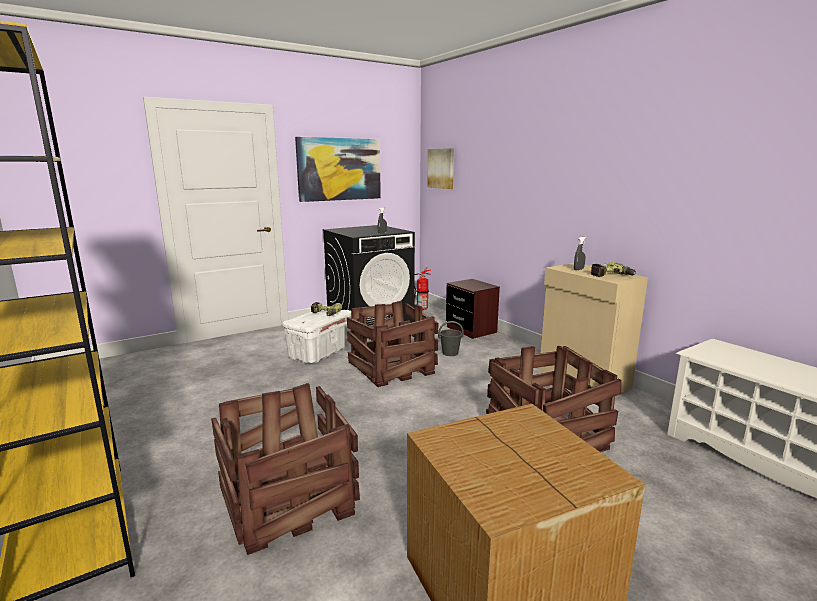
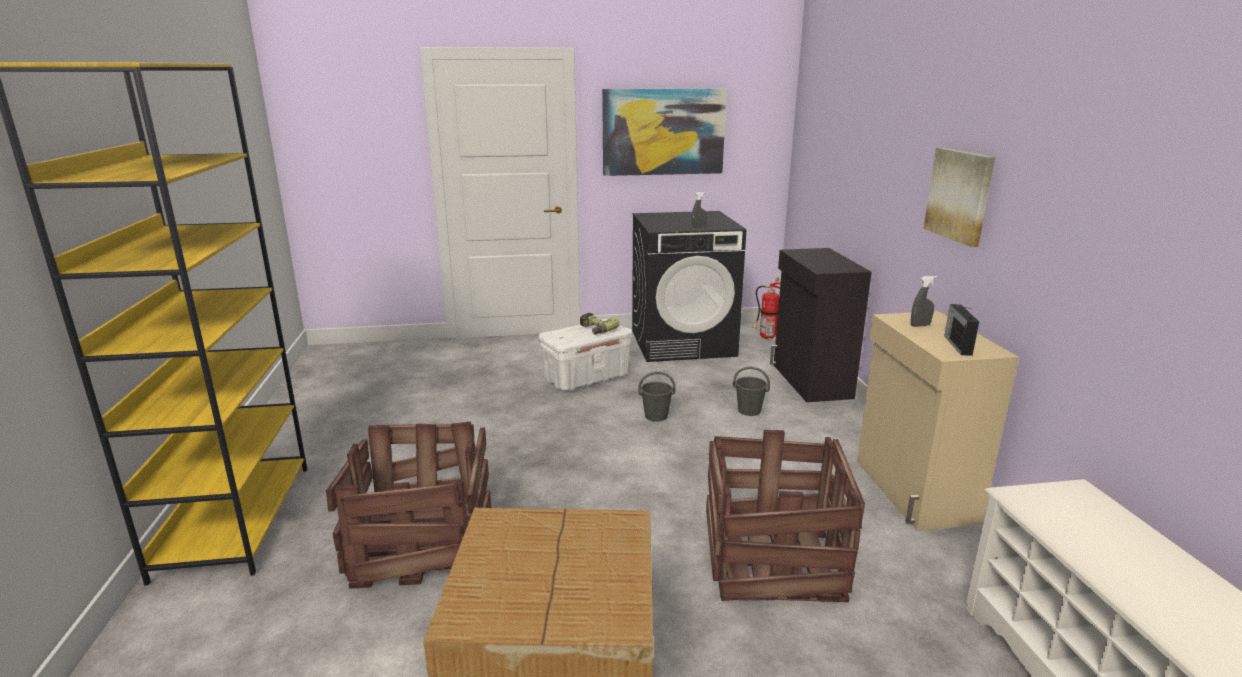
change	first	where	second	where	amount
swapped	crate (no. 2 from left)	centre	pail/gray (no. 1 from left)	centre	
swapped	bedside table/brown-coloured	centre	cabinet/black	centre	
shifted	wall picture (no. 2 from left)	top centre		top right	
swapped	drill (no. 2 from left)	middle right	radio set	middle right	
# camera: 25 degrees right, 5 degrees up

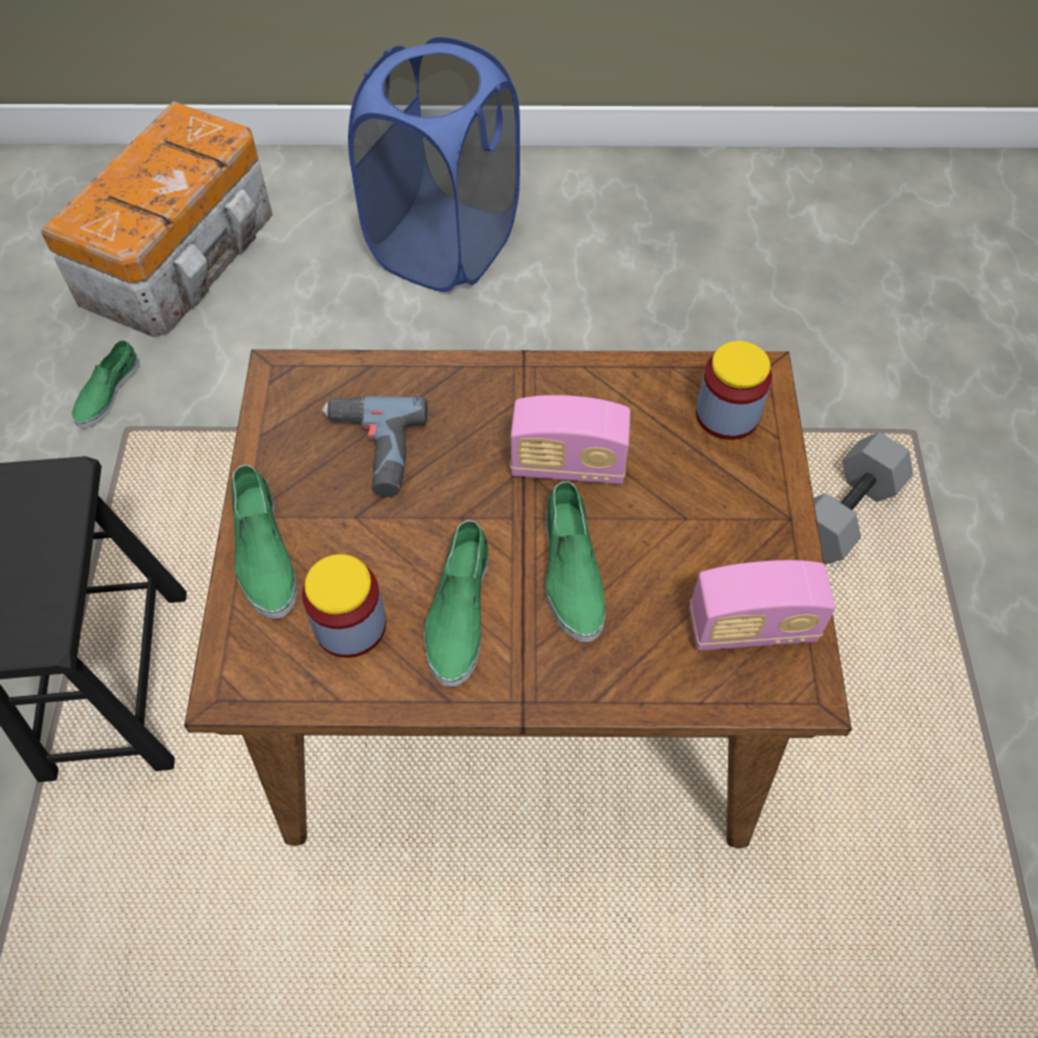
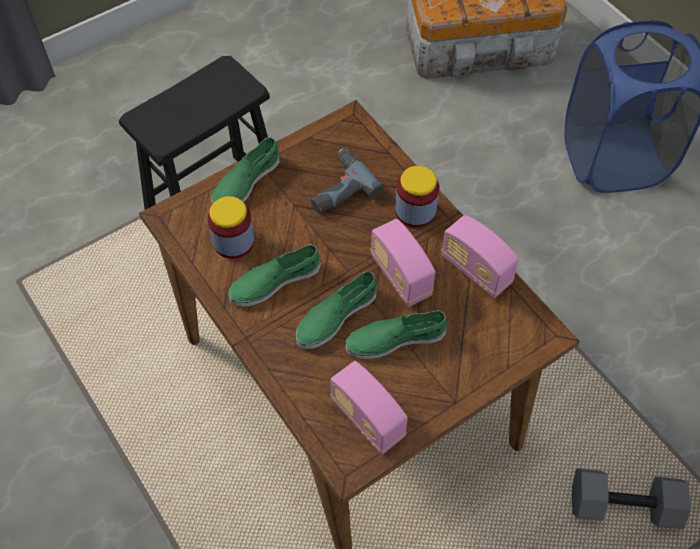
change	first	where	second	where	amount
shifted	low shoe/green-coloured (no. 1 from left in the first image)	middle left	low shoe/green-coloured (no. 4 from left)	centre	
shifted	storage jar (no. 2 from left)	middle right		centre	
new			radio set (no. 3 from left)	middle right	
# camera: 55 degrees right, 0 degrees up

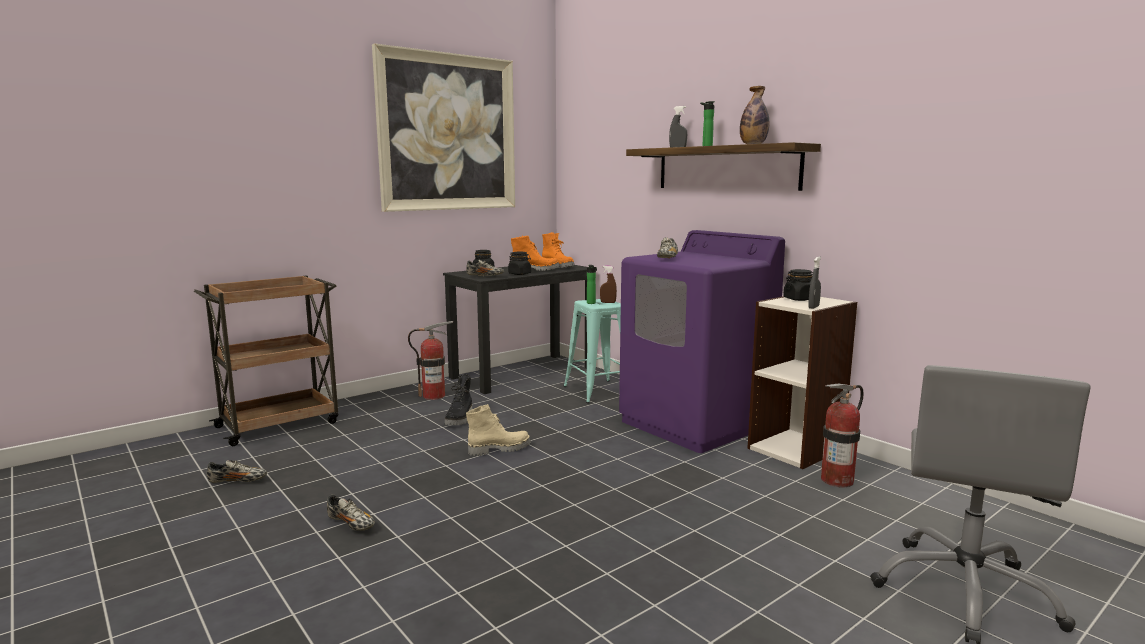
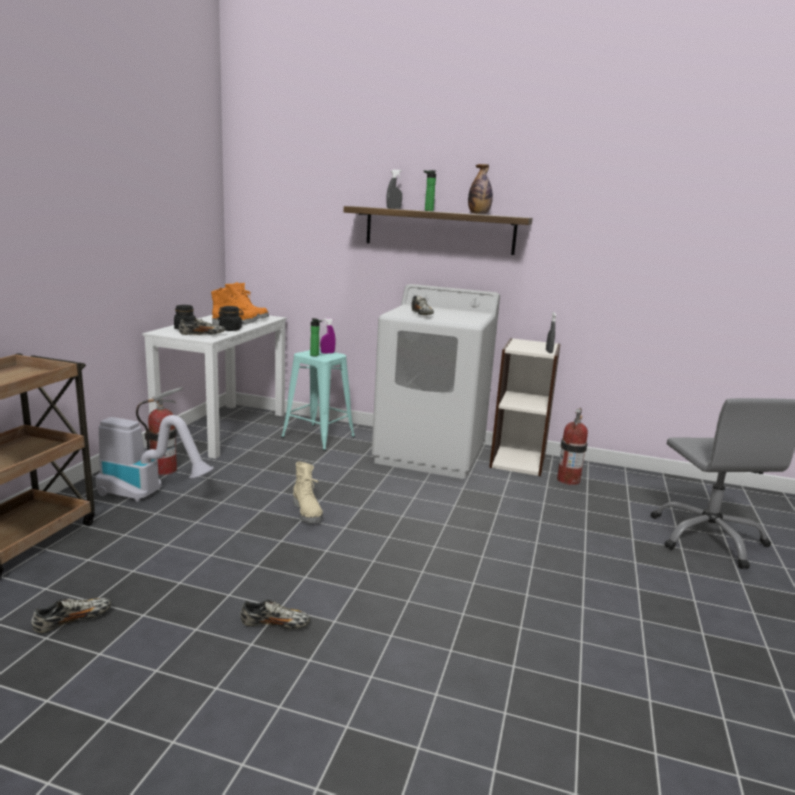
change	first	where	second	where	amount
new			hoover	middle left	
repainted	desk/black	centre	desk/white-coloured	middle left	
rotated	high-top boot/beige-coloured	bottom centre		centre	120 degrees clockwise
repainted	hand sprayer/brown-coloured	centre	hand sprayer/purplish	centre	
repainted	laundry machine/purplish	centre	laundry machine/white-coloured	centre	
gone	wall picture	top centre			
gone	high-top boot/black	centre			
gone	storage jar/black (no. 3 from left)	middle right			
# camera: 35 degrees left, 5 degrees up

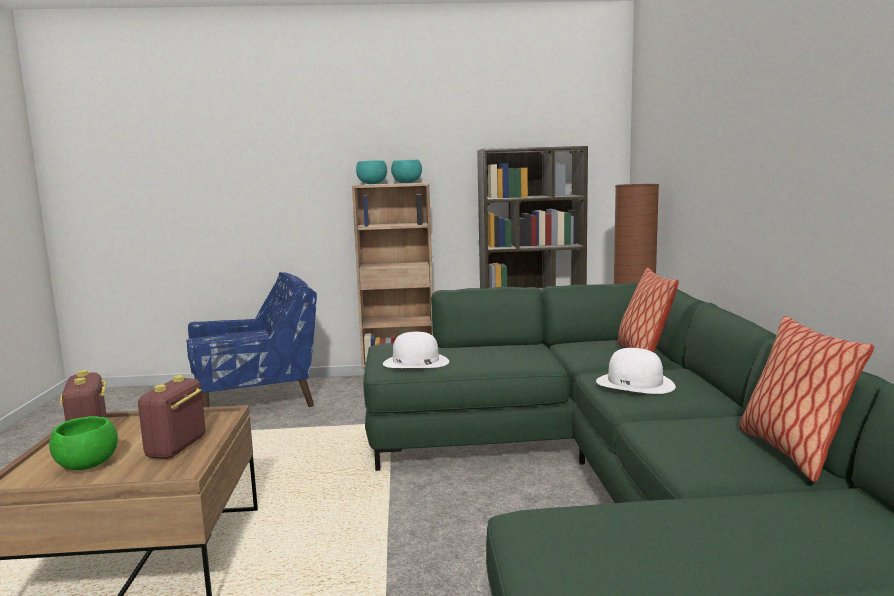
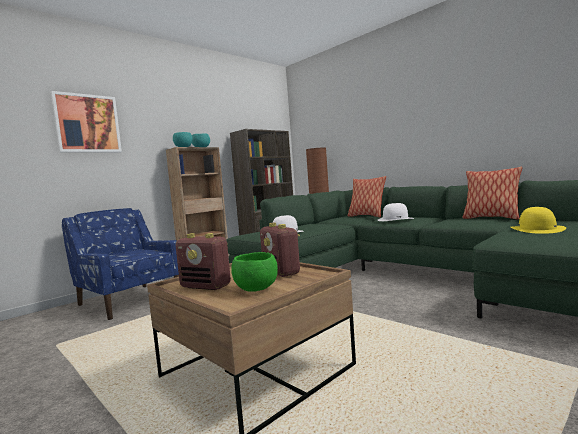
change	first	where	second	where	amount
new			wall picture	top left	
rotated	lounge chair/bluish	middle left		middle left	75 degrees counterclockwise
new			hat/yellow-coloured	middle right	
# camera: 40 degrees left, 5 degrees down

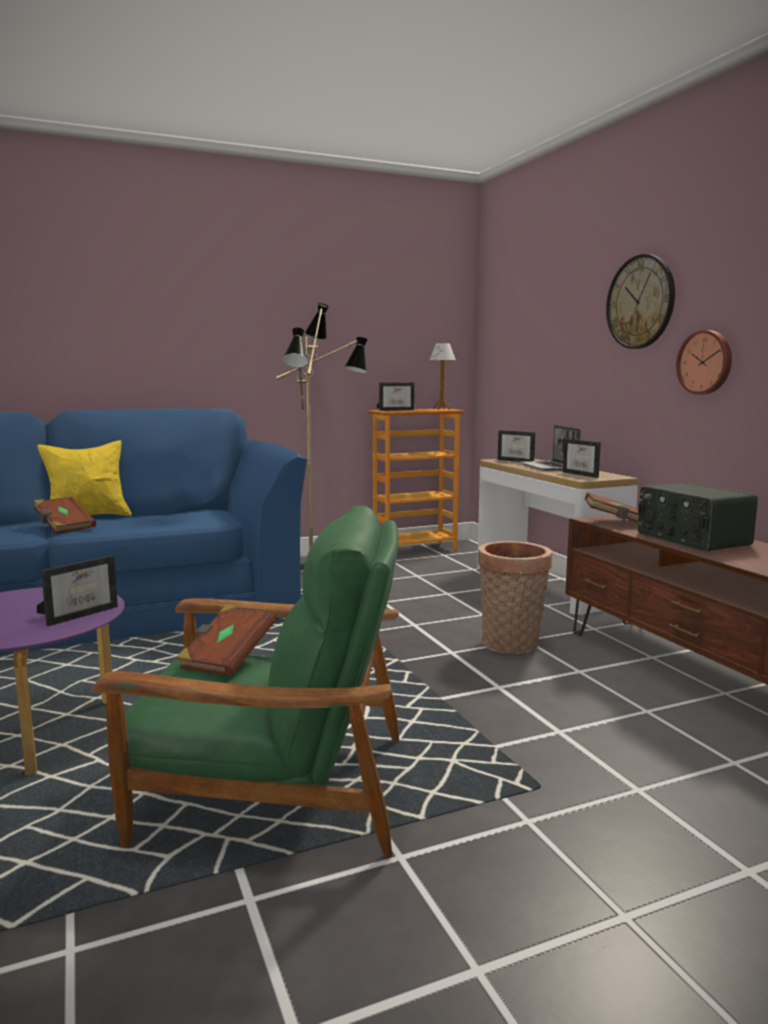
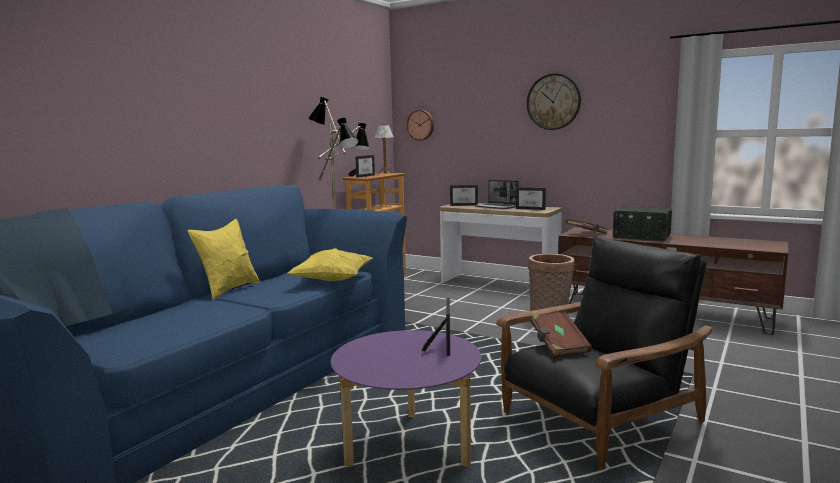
change	first	where	second	where	amount
new			cushion/yellow-coloured (no. 2 from left)	centre	
shifted	wall clock (no. 2 from left in the first image)	middle right	wall clock (no. 1 from left)	top centre	
repainted	lounge chair/green-coloured	middle left	lounge chair/black	bottom right	
gone	bound book/brown-coloured (no. 1 from left)	middle left			
# camera: 35 degrees left, 0 degrees up

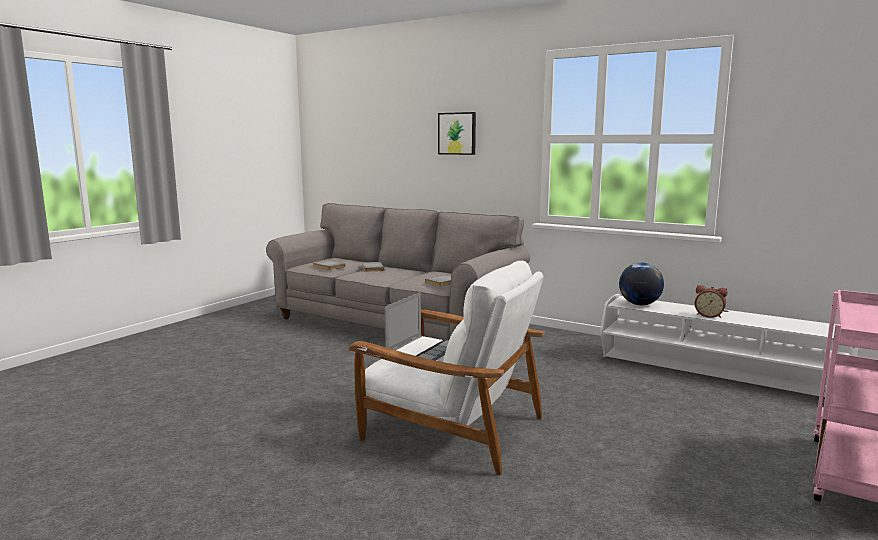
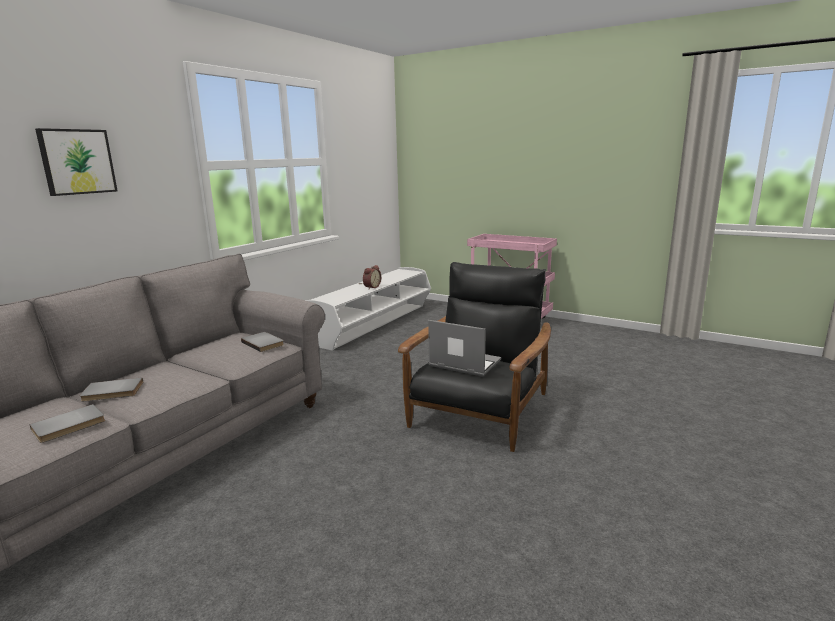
change	first	where	second	where	amount
repainted	lounge chair/white-coloured	bottom centre	lounge chair/black	centre	
gone	globe	middle right			
# camera: 90 degrees left, 5 degrees up

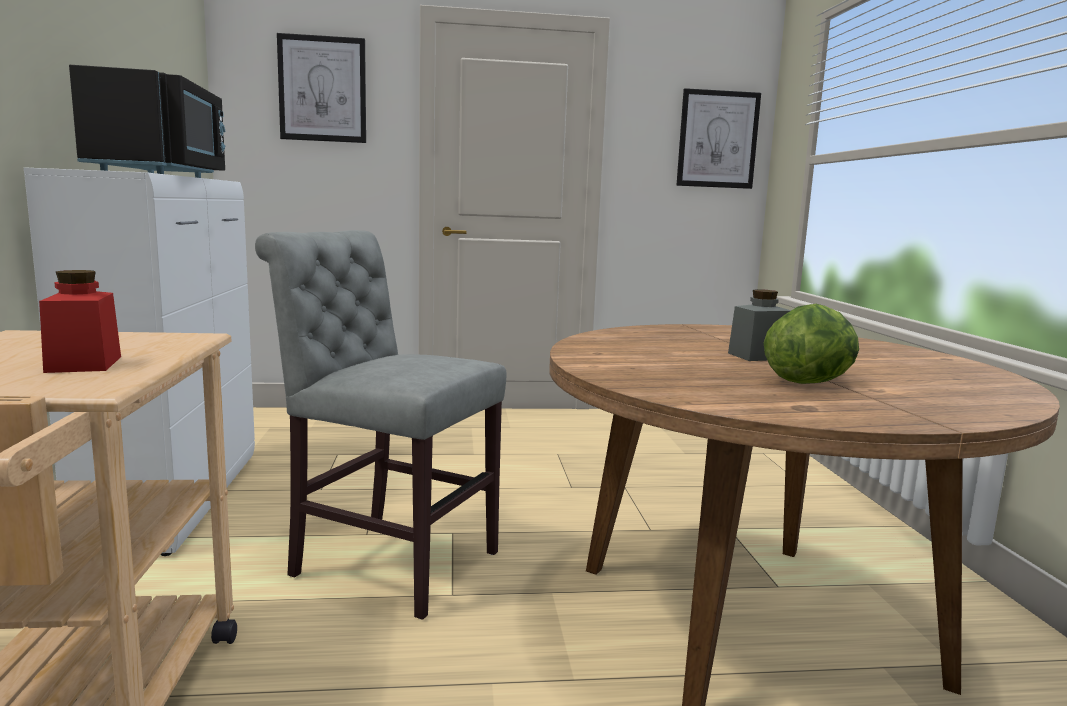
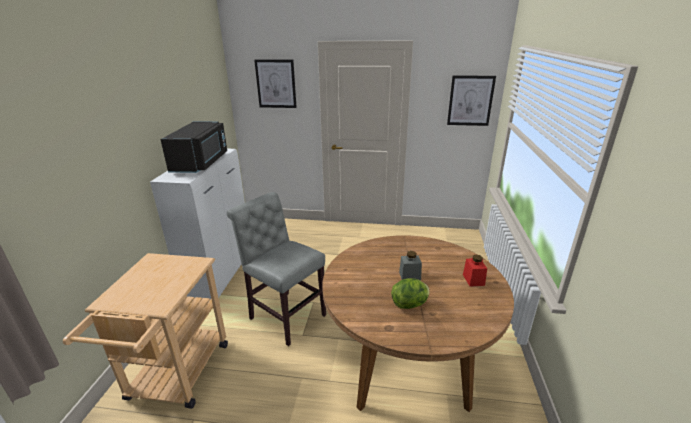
change	first	where	second	where	amount
shifted	storage jar/red-coloured	middle left		middle right	
# camera: 15 degrees right, 15 degrees up

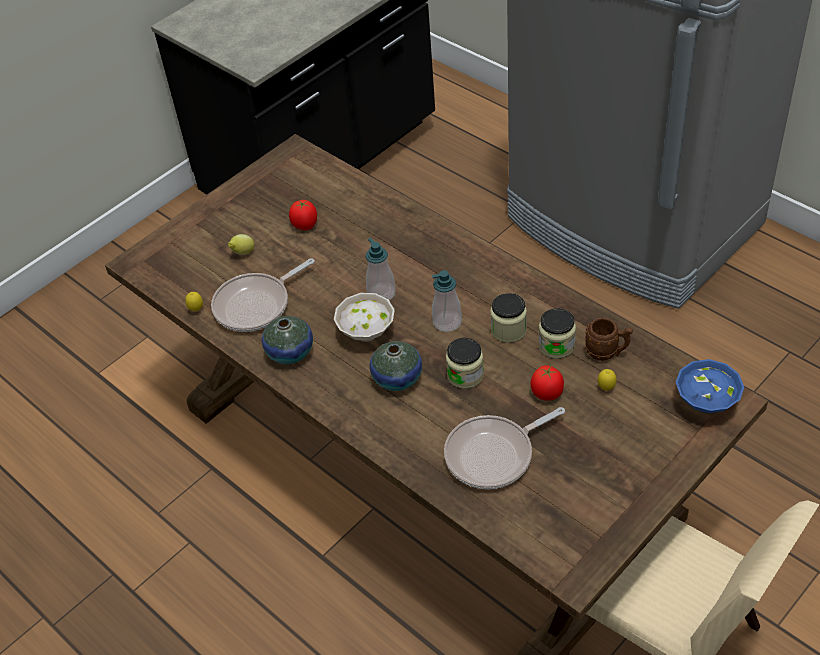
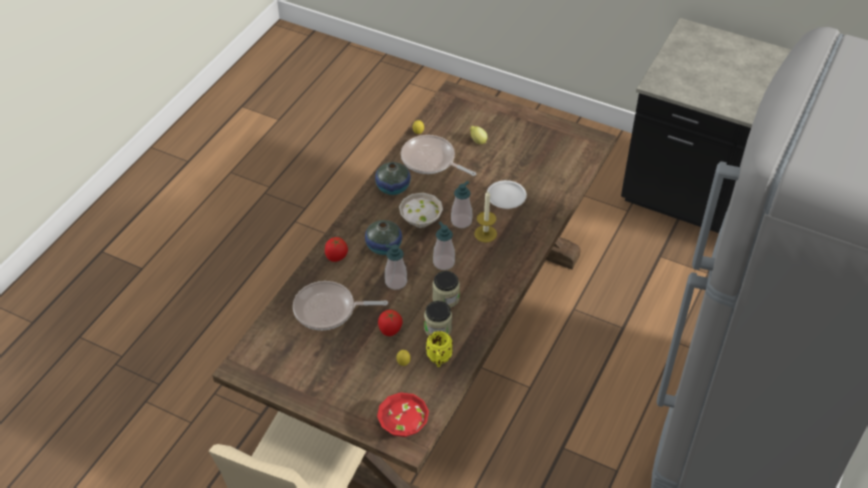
change	first	where	second	where	amount
rotated	skillet (no. 2 from left in the first image)	bottom centre	skillet (no. 1 from left)	centre	45 degrees counterclockwise
shifted	fresh tomato (no. 1 from left)	top centre		centre	
repainted	bowl/bluish	middle right	bowl/red-coloured	bottom centre	
swapped	storage jar (no. 1 from left)	centre	soap bottle (no. 1 from left)	centre	
repainted	mug/brown-coloured	middle right	mug/yellow-coloured	bottom centre	
new			candle	centre	
new			flat dish/white-coloured	centre	
# camera: 70 degrees right, 0 degrees up

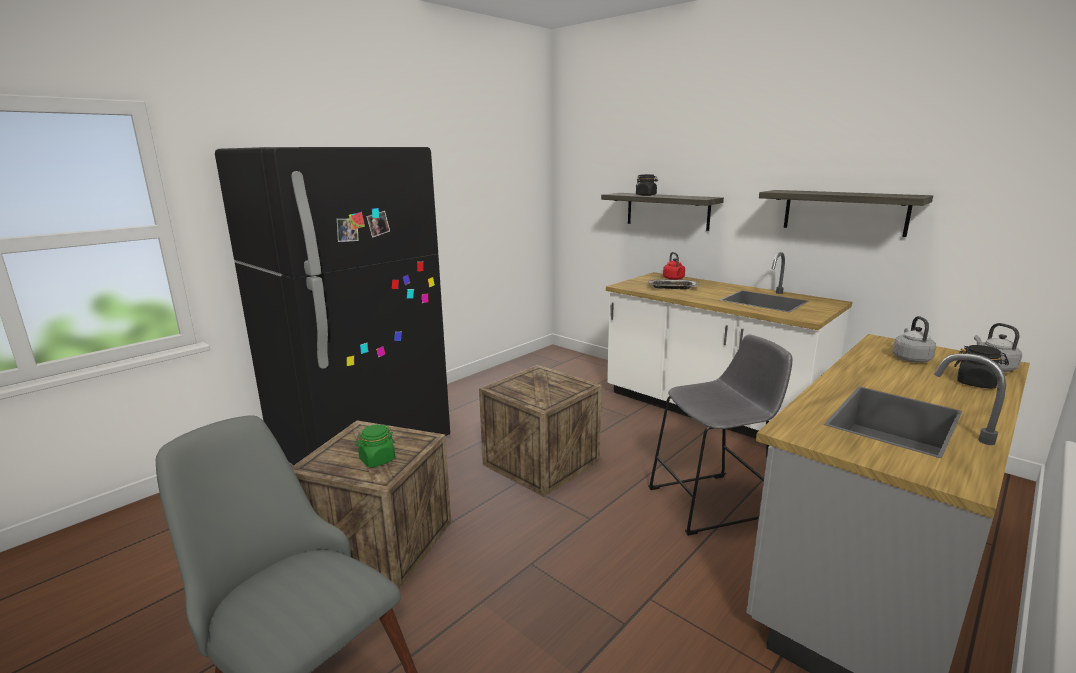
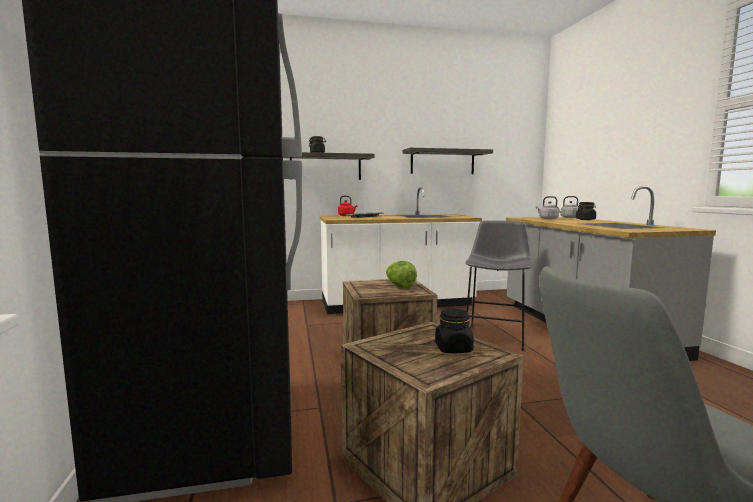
change	first	where	second	where	amount
new			head of lettuce	centre	
repainted	storage jar/green-coloured	centre	storage jar/black (no. 2 from left)	centre	
# camera: 55 degrees left, 10 degrees down

